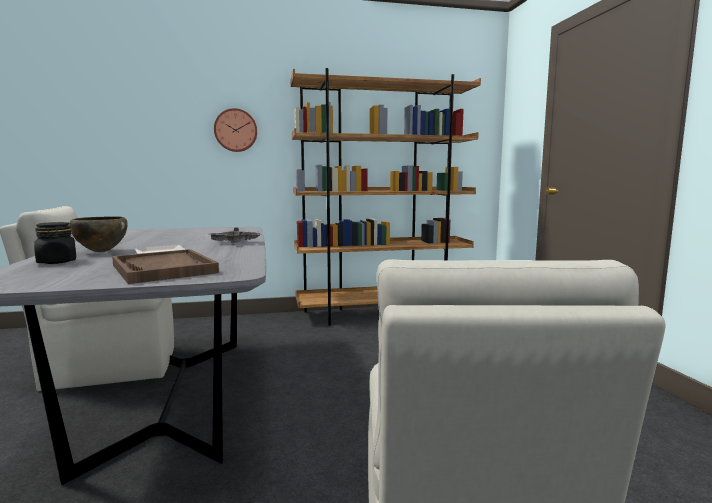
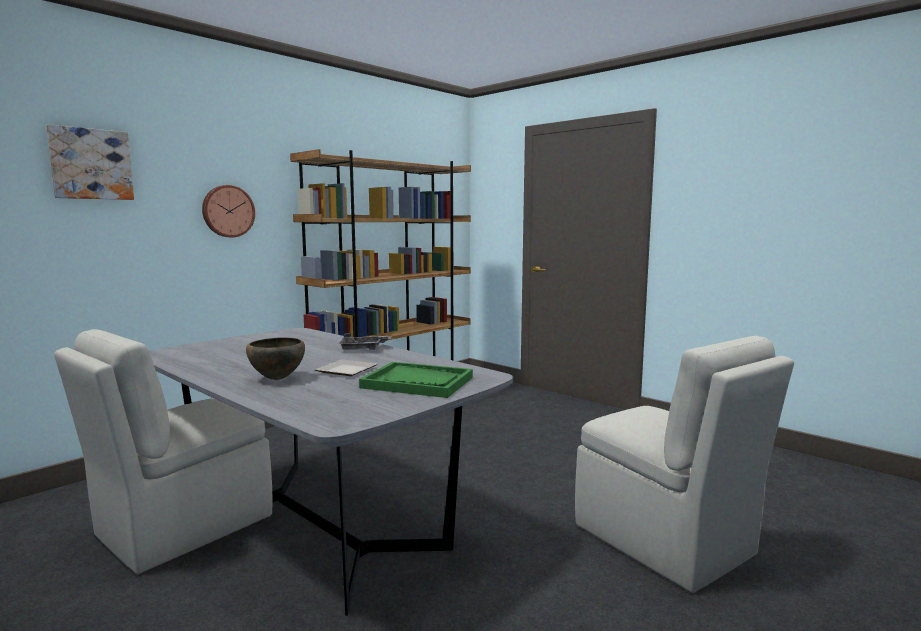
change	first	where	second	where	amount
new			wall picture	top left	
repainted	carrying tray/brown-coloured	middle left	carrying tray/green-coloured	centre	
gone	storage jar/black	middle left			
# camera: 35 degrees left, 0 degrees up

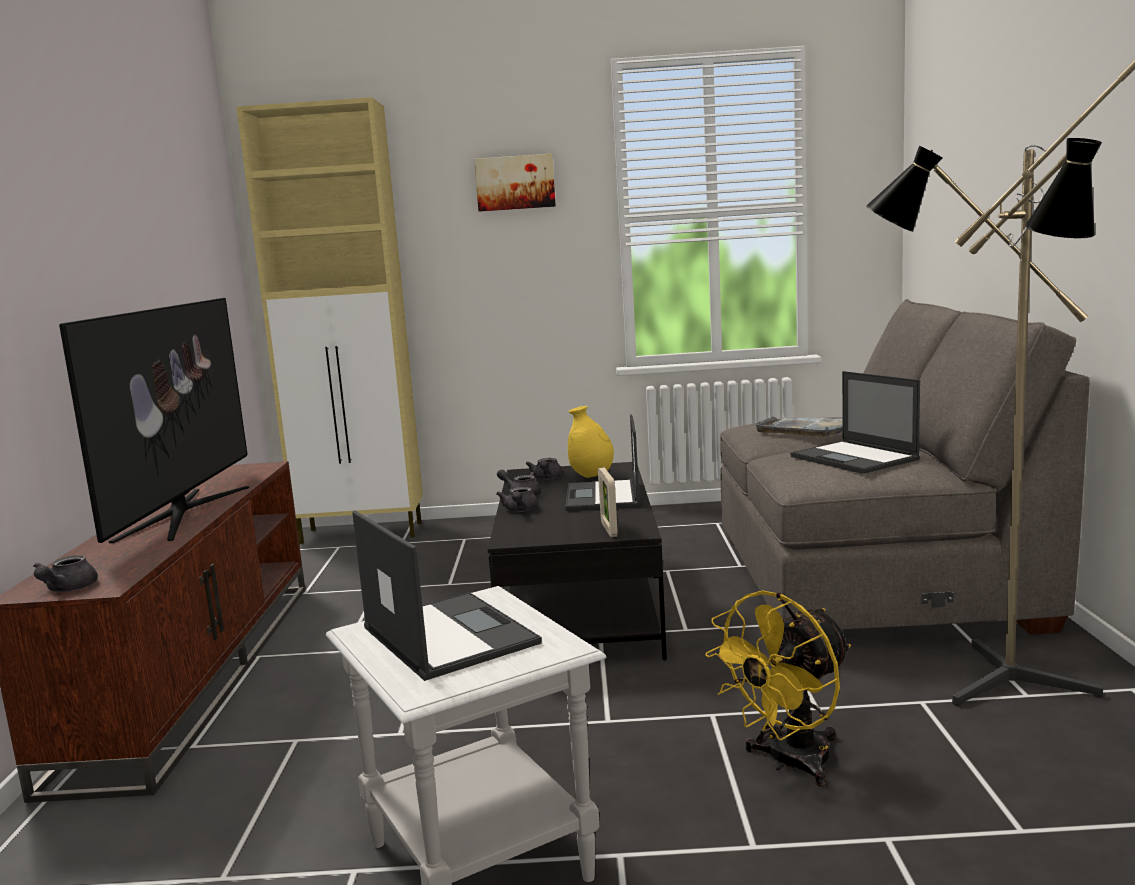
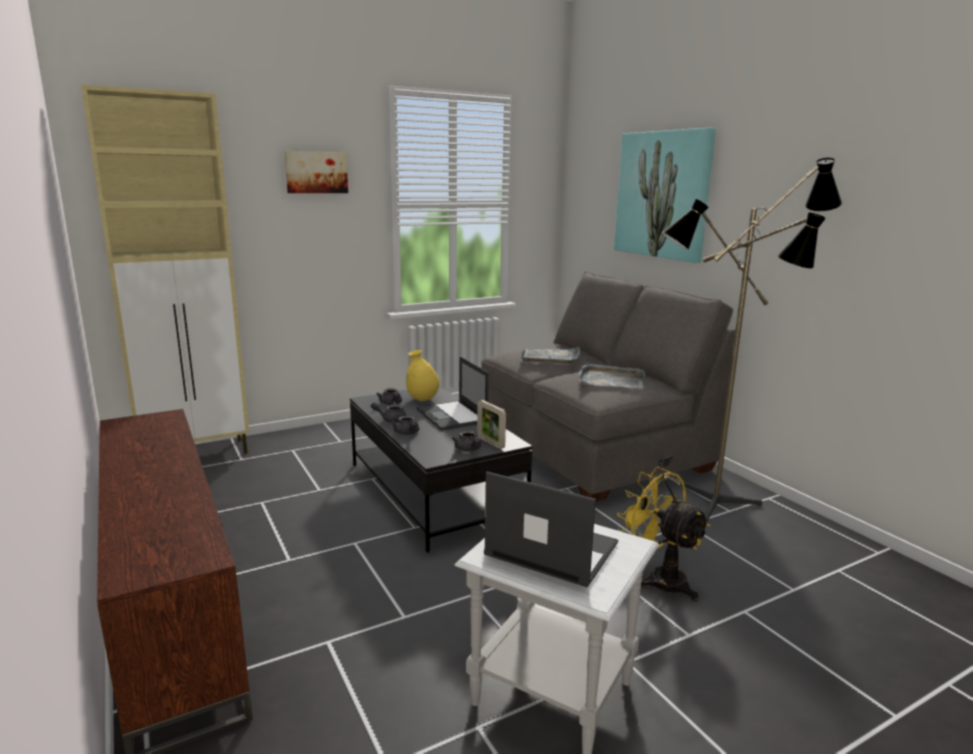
change	first	where	second	where	amount
shifted	tea pot/gray (no. 1 from left in the first image)	middle left	tea pot/gray (no. 4 from left)	centre	
swapped	portable computer (no. 3 from left)	middle right	carrying tray/gray (no. 2 from left)	centre	
new			wall picture (no. 2 from left)	top right	
rotated	cooling fan/yellow-coloured	bottom right		bottom right	120 degrees clockwise
gone	television	middle left			
# camera: 30 degrees left, 5 degrees up

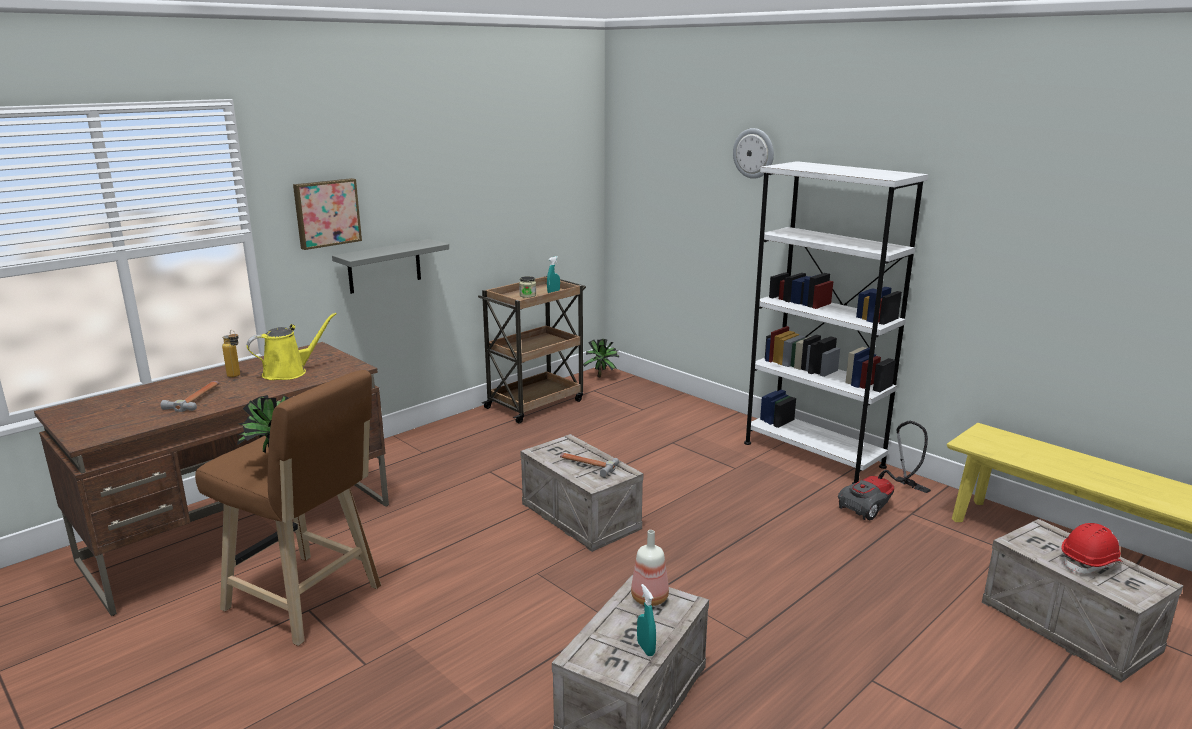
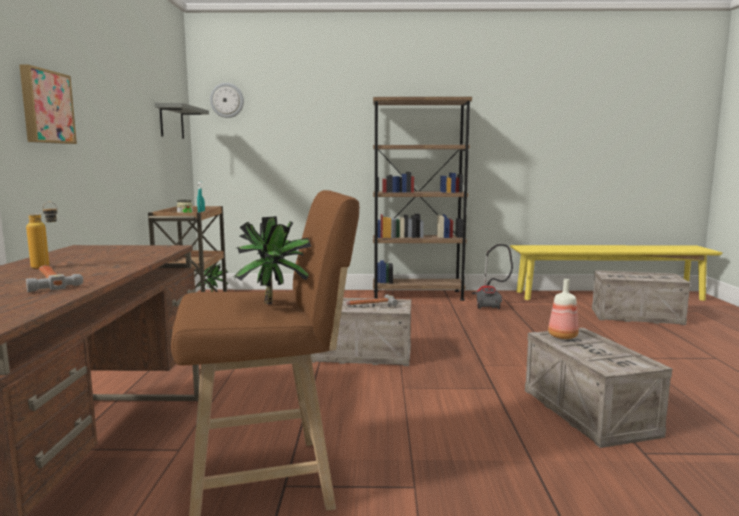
change	first	where	second	where	amount
shifted	bracket shelf/gray	middle left		top left	
shifted	wall clock	top centre		top left	
repainted	bookshelf/white-coloured	middle right	bookshelf/brown-coloured	centre	
gone	sprinkling can/yellow-coloured	middle left			
gone	hand sprayer/blue-green (no. 2 from left)	bottom centre			
gone	work helmet/red-coloured	bottom right			
# camera: 45 degrees left, 10 degrees down

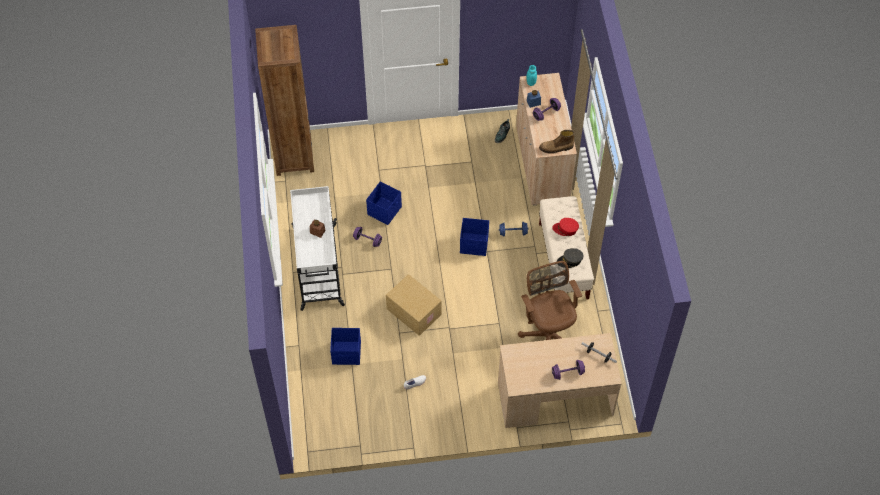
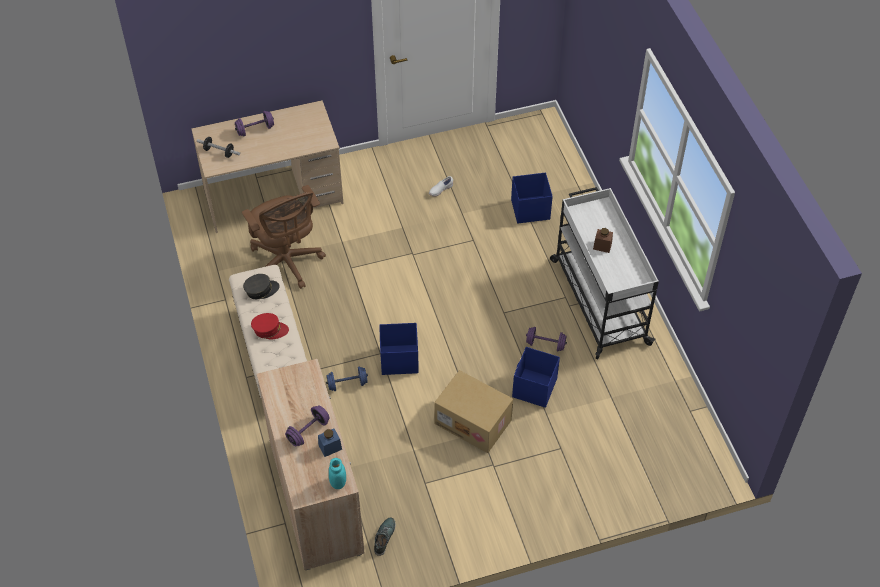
change	first	where	second	where	amount
shifted	carton	centre		bottom centre	
gone	bookshelf/brown-coloured	top left			
gone	high-top boot	top centre			
# camera: 170 degrees right, 5 degrees down

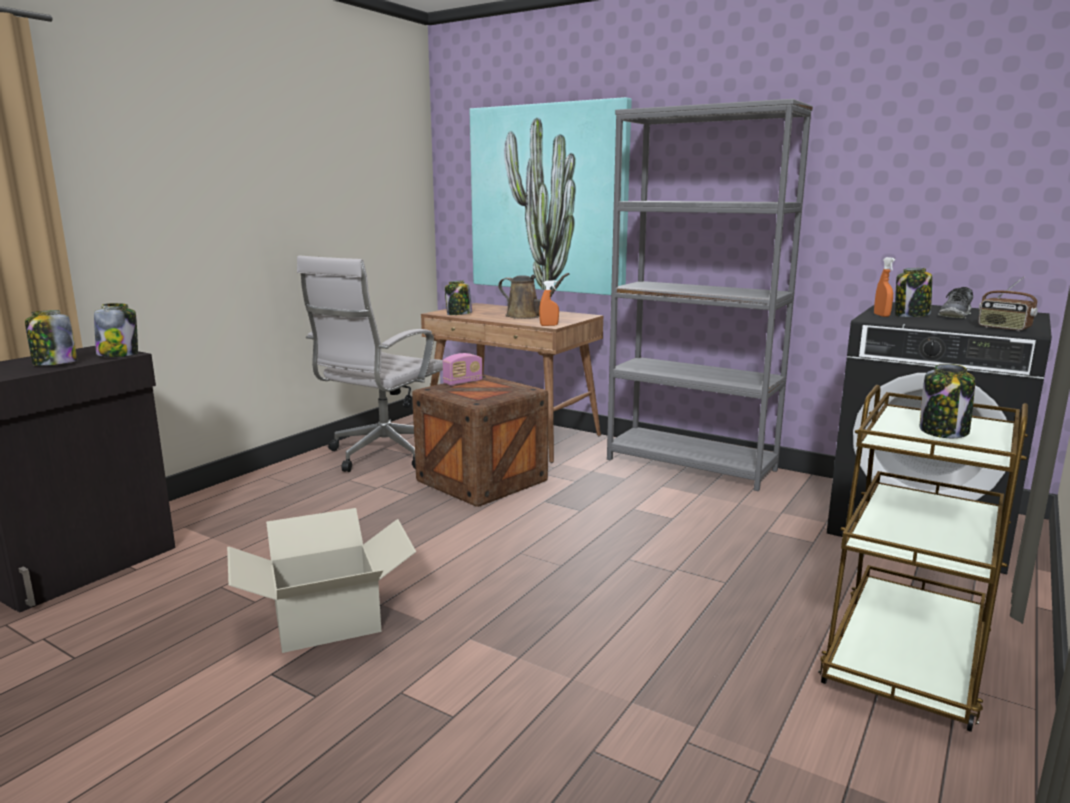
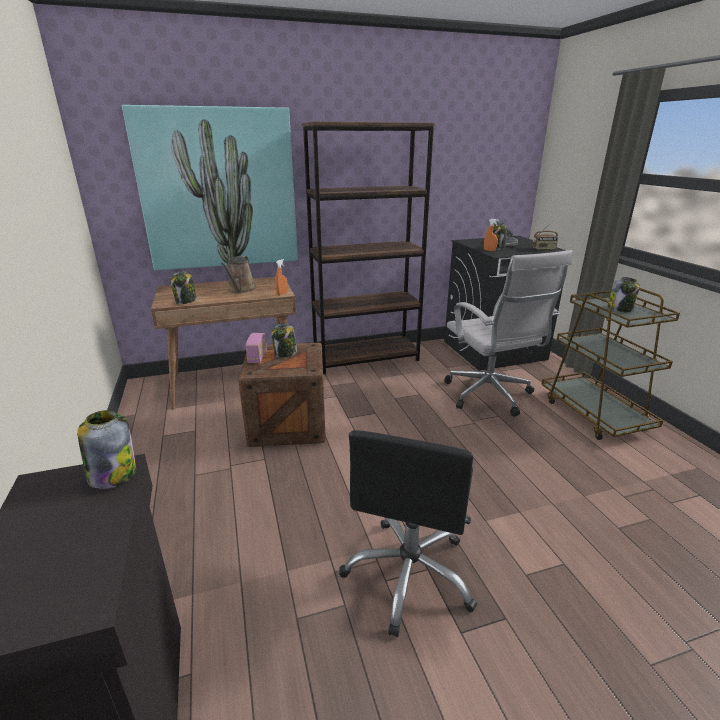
change	first	where	second	where	amount
rotated	sprinkling can/brown-coloured	centre		middle left	120 degrees clockwise
shifted	storage jar (no. 1 from left in the first image)	middle left	storage jar (no. 3 from left)	centre	
repainted	bookshelf/gray	centre	bookshelf/brown-coloured	centre	
swapped	carton	bottom left	computer chair/black	bottom centre	
shifted	computer chair/white-coloured	centre		middle right	
# camera: 50 degrees left, 10 degrees up

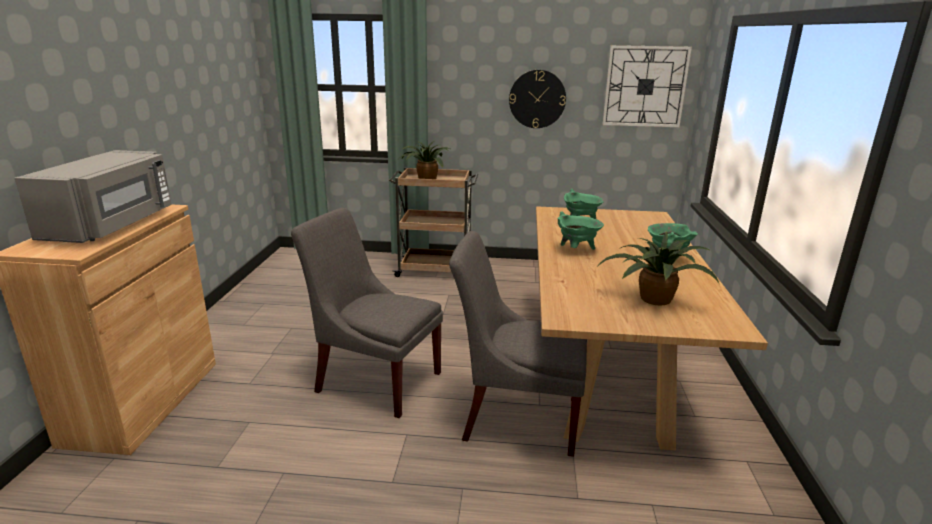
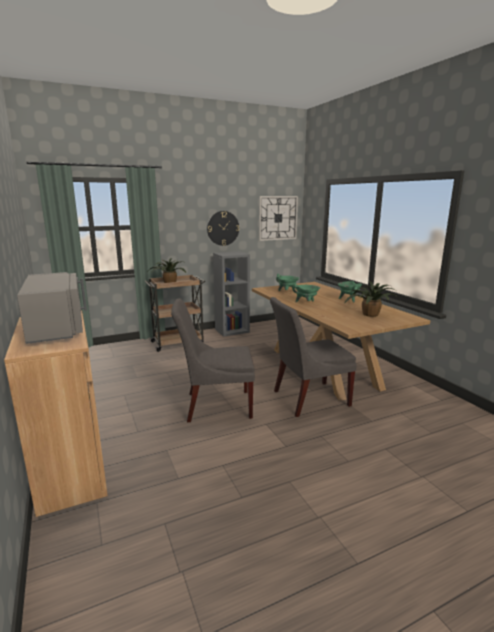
change	first	where	second	where	amount
new			bookshelf/gray	centre	
# camera: 30 degrees left, 5 degrees down

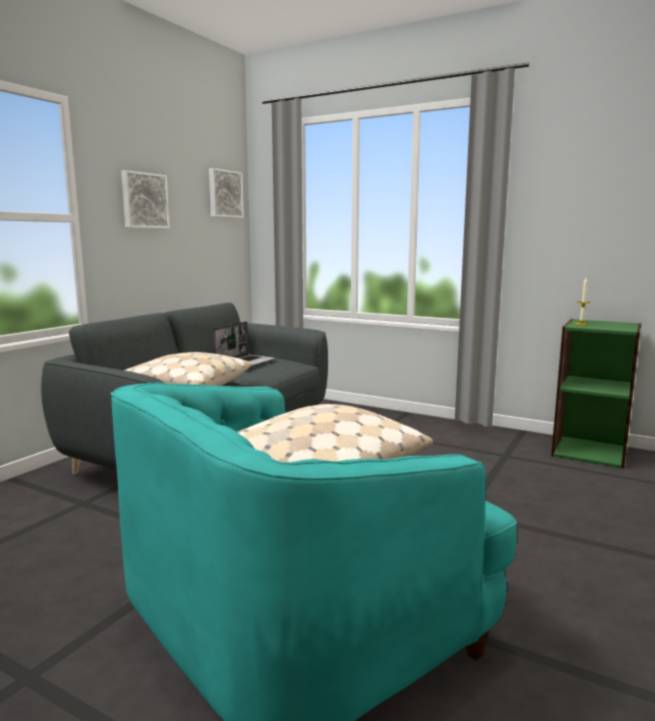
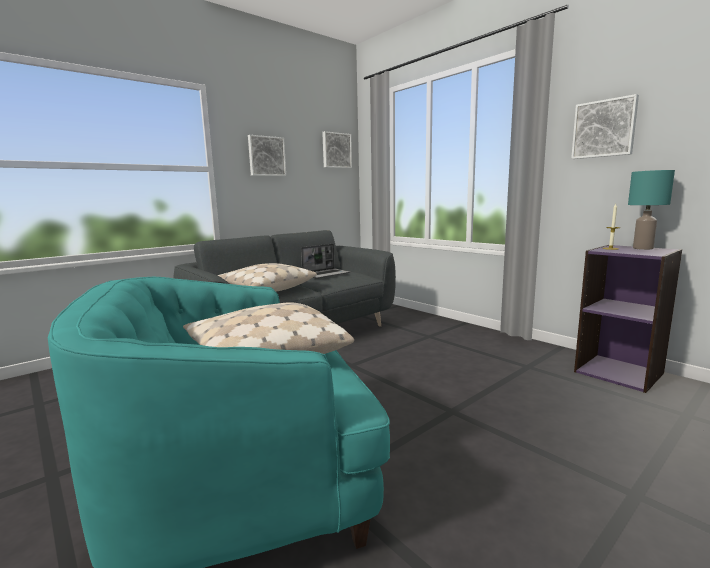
change	first	where	second	where	amount
new			wall picture (no. 3 from left)	top right	
repainted	bookshelf/green-coloured	middle right	bookshelf/purplish	middle right	
new			tabletop lamp/blue-green	middle right	
# camera: 20 degrees right, 0 degrees up

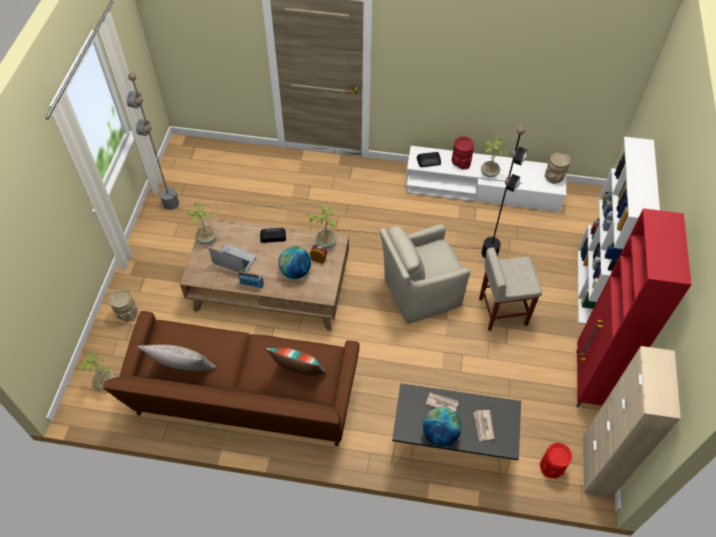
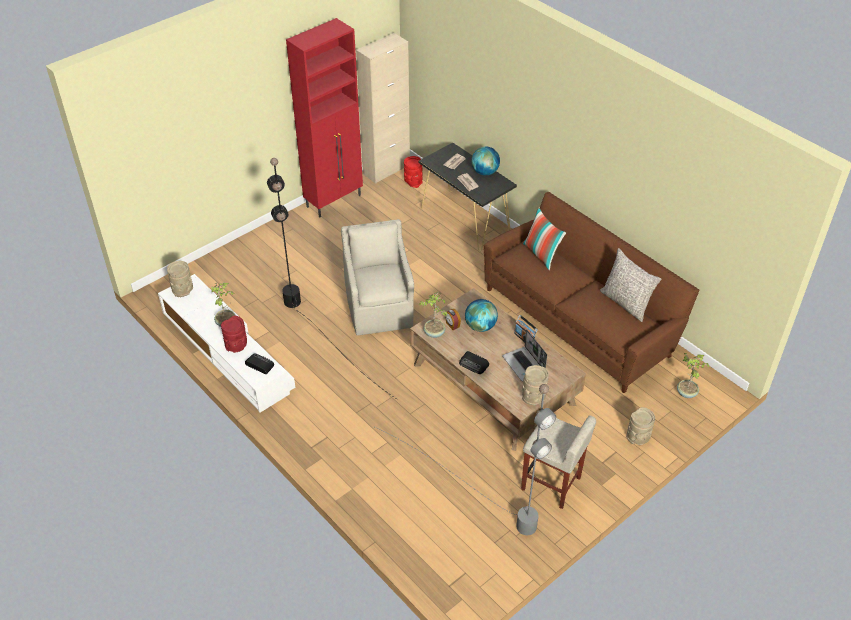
change	first	where	second	where	amount
rotated	lounge chair/beige-coloured	centre		centre	120 degrees counterclockwise
shifted	stool/beige-coloured	middle right		bottom centre	
swapped	houseplant (no. 2 from left)	middle left	decorative vase/beige-coloured (no. 2 from left)	centre	
gone	bookshelf/white-coloured	middle right			
# camera: 140 degrees left, 10 degrees down

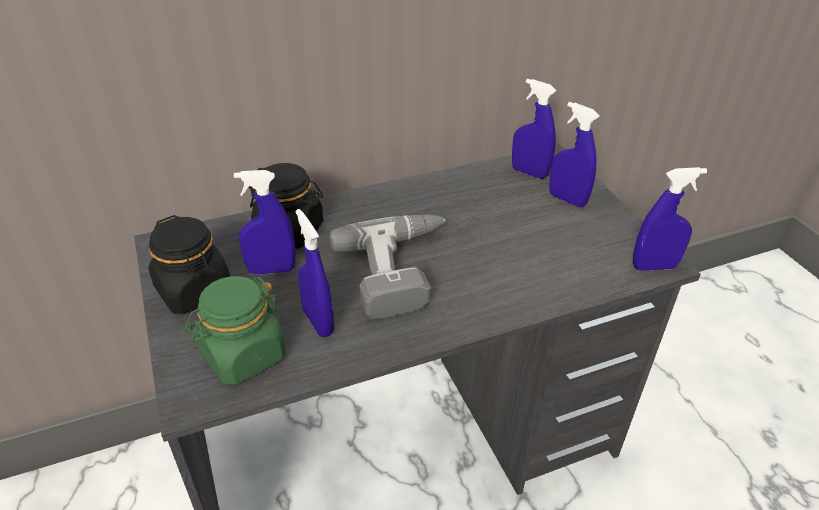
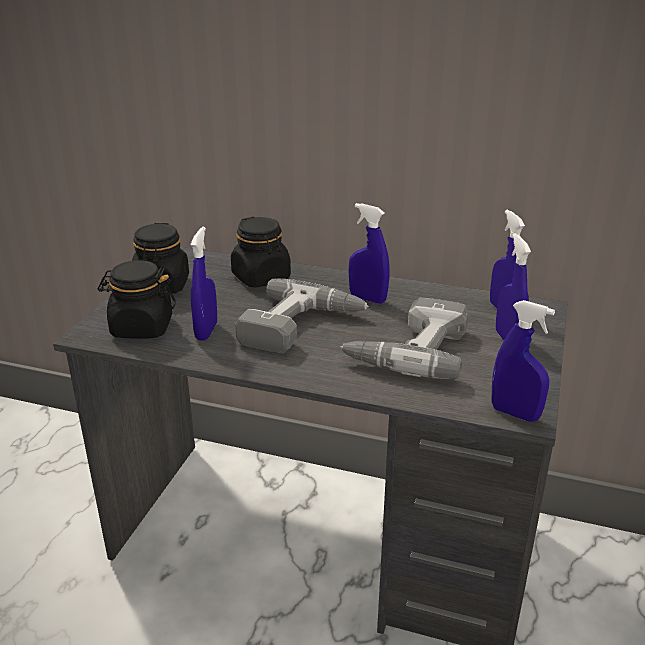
change	first	where	second	where	amount
repainted	storage jar/green-coloured	middle left	storage jar/black (no. 1 from left)	middle left	
new			drill (no. 2 from left)	centre	
shifted	hand sprayer/bluish (no. 1 from left in the first image)	middle left	hand sprayer/bluish (no. 2 from left)	centre	
# camera: 40 degrees right, 10 degrees down

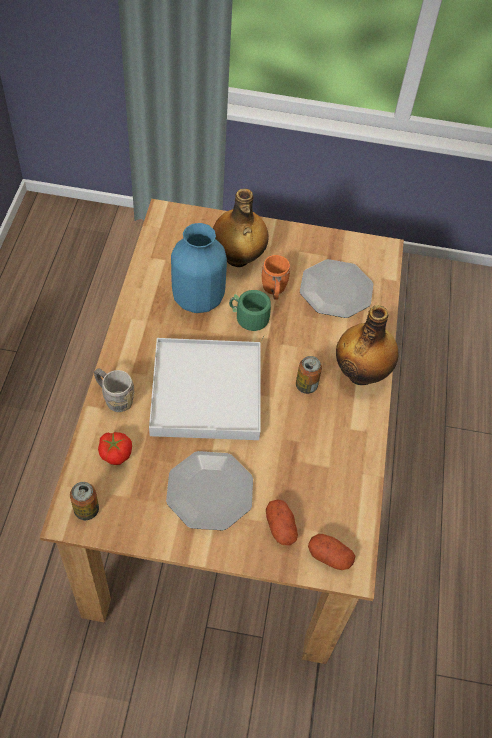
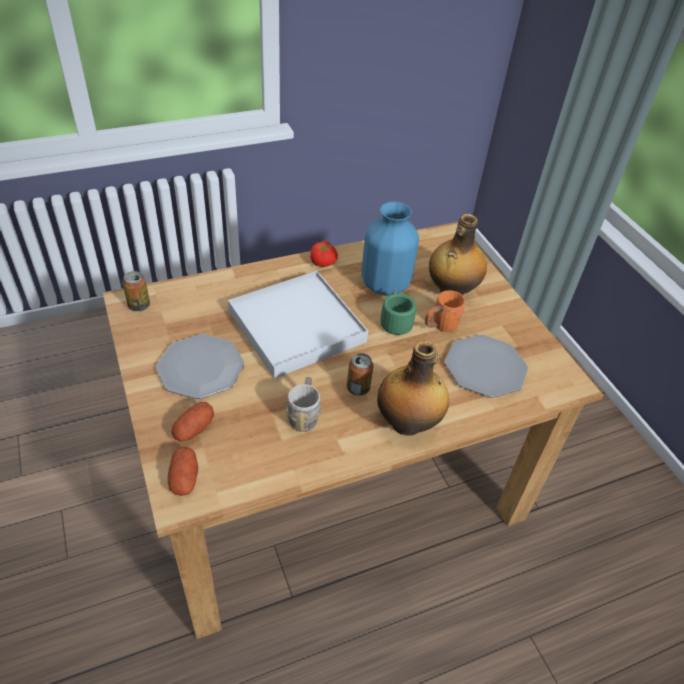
change	first	where	second	where	amount
shifted	mug/gray	middle left		centre	
shifted	fresh tomato	middle left		centre	
# camera: 60 degrees right, 10 degrees down

